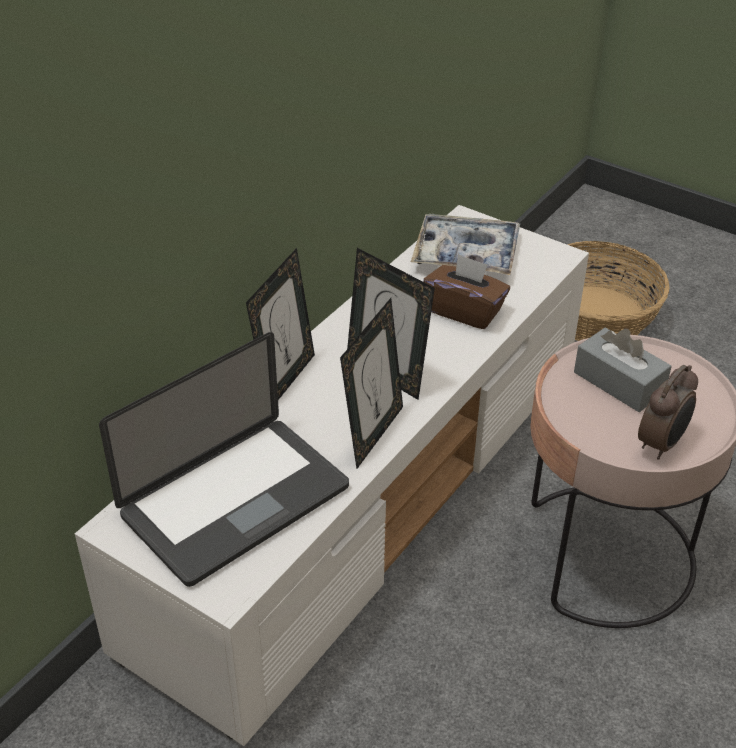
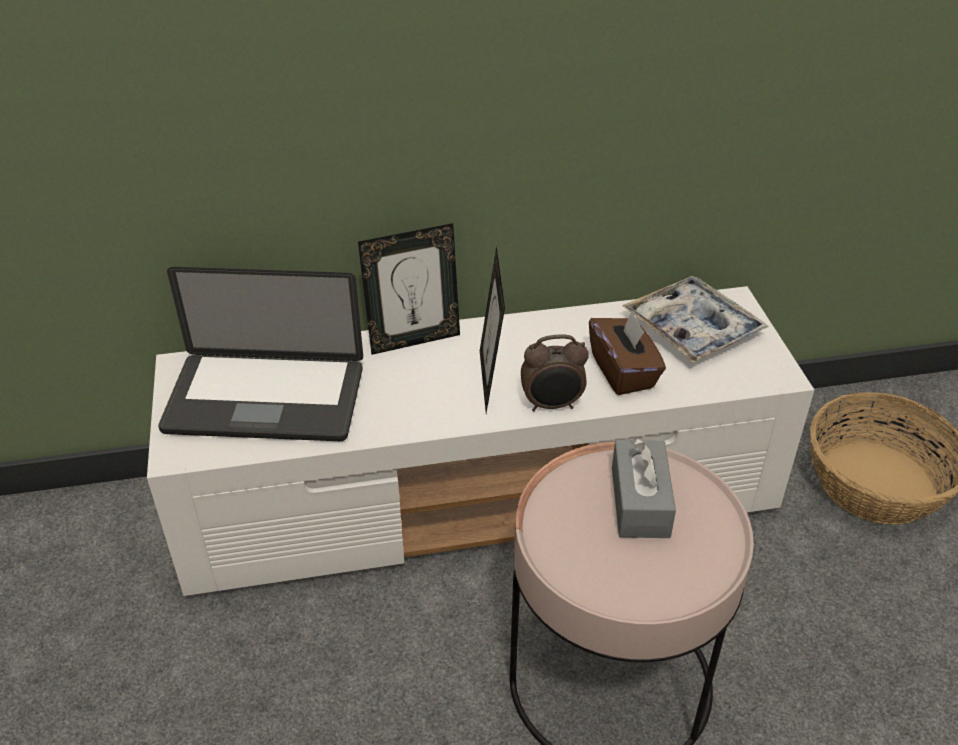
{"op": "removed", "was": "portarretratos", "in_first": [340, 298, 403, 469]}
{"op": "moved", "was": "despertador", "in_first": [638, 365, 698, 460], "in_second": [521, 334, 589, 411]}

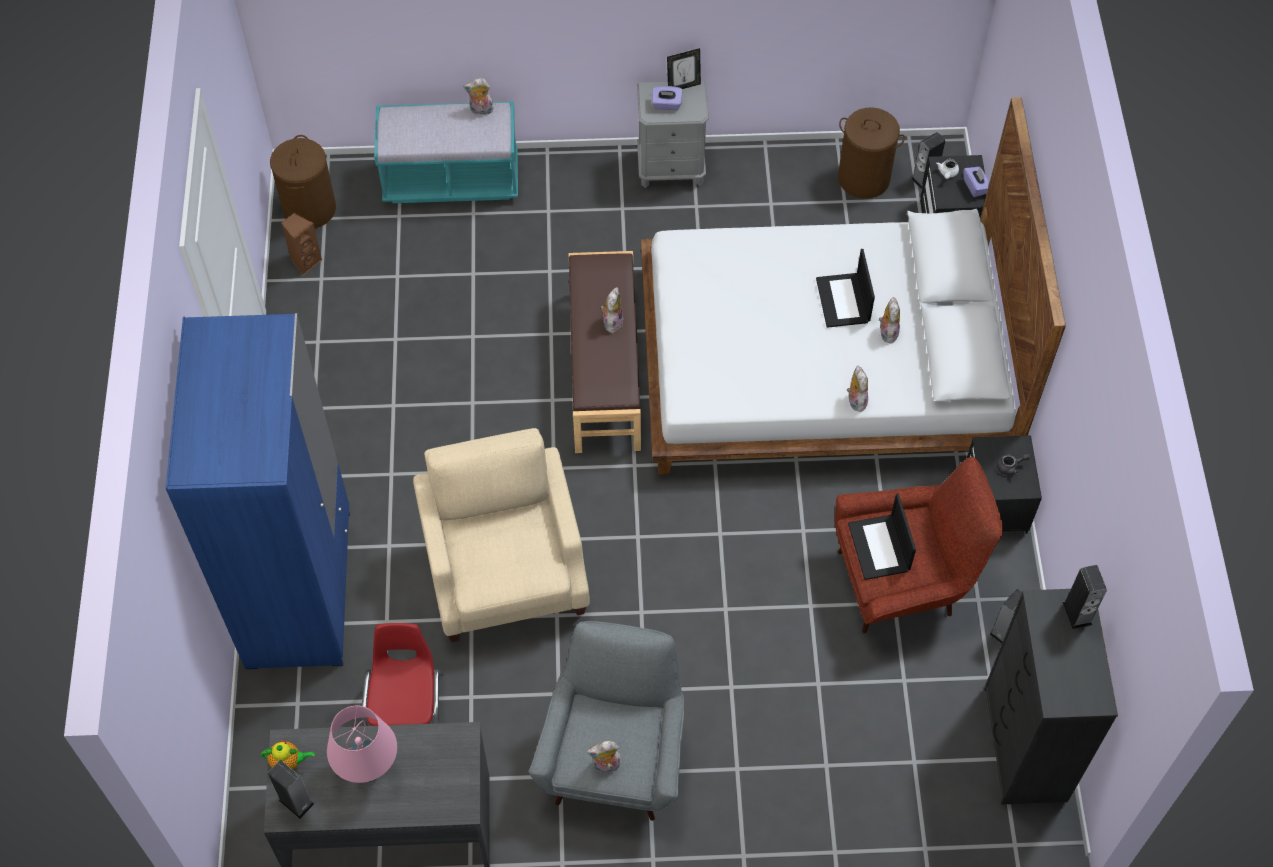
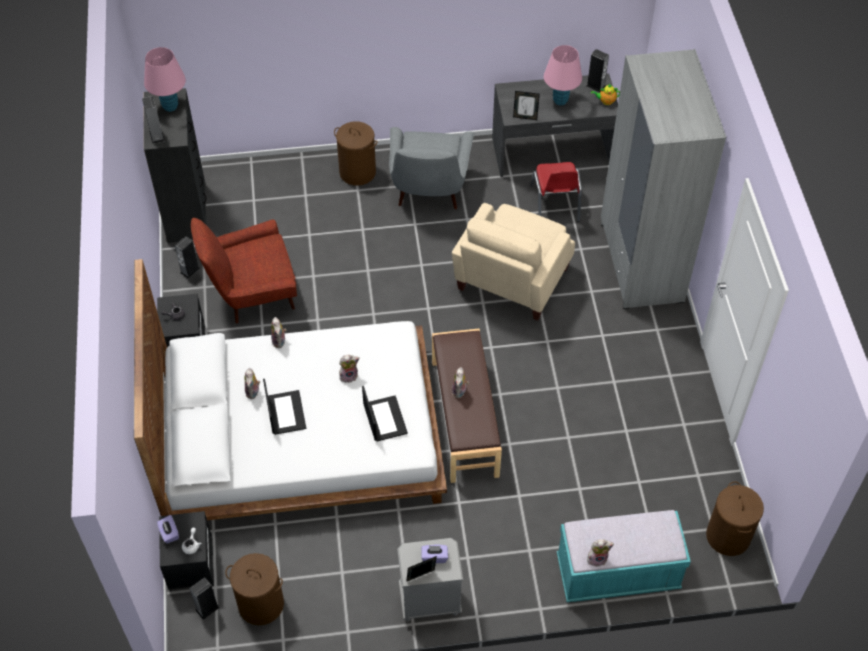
{"op": "recoloured", "was": "armario ropero [azul]", "now": "armario ropero [gris]", "in_first": [166, 313, 350, 669], "in_second": [601, 49, 726, 309]}
{"op": "removed", "was": "altavoz [marrón]", "in_first": [281, 213, 322, 275]}
{"op": "turned", "was": "sillón [beis]", "in_first": [413, 428, 590, 642], "in_second": [452, 203, 575, 321], "clockwise": 45}
{"op": "moved", "was": "peluche", "in_first": [587, 740, 621, 773], "in_second": [339, 355, 360, 383]}
{"op": "moved", "was": "portátil", "in_first": [848, 494, 916, 580], "in_second": [362, 386, 408, 441]}
{"op": "added", "now": "lámpara de mesa [rosa]", "in_second": [144, 47, 186, 112]}
{"op": "added", "now": "cesto de la ropa [marrón]", "in_second": [334, 121, 378, 186]}
{"op": "added", "now": "portarretratos", "in_second": [513, 91, 540, 120]}

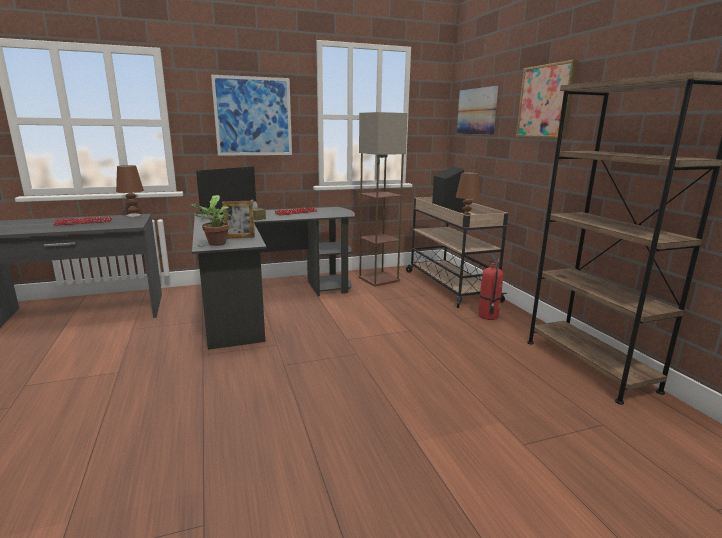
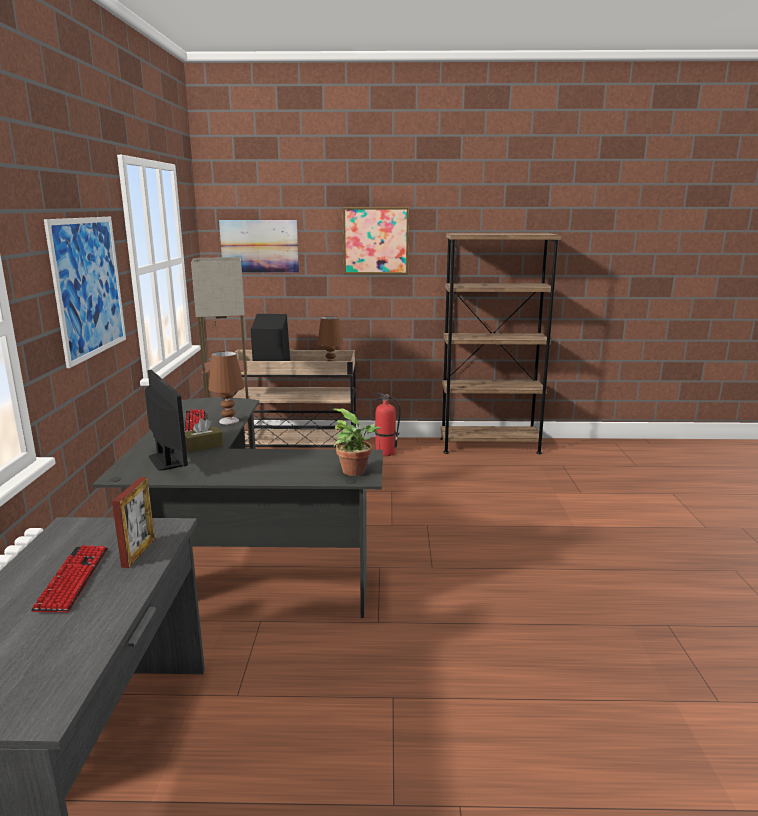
{"op": "moved", "was": "lámpara de mesa [marrón]", "in_first": [116, 165, 144, 217], "in_second": [208, 351, 244, 424]}
{"op": "moved", "was": "portarretratos", "in_first": [222, 201, 255, 239], "in_second": [112, 477, 155, 568]}

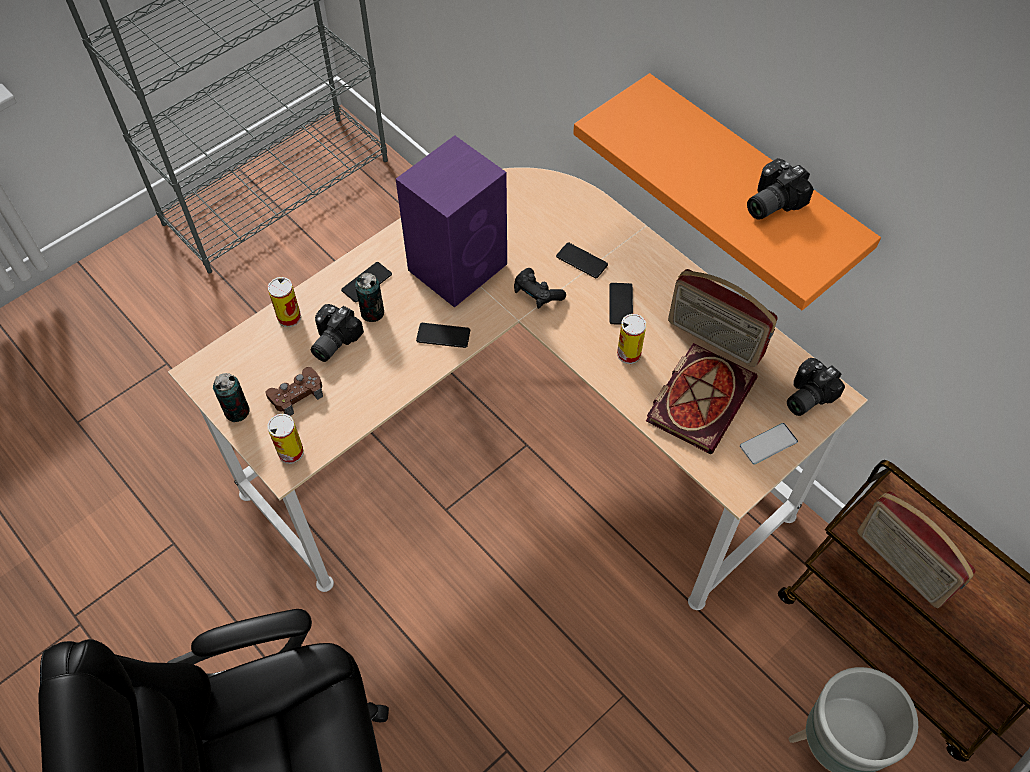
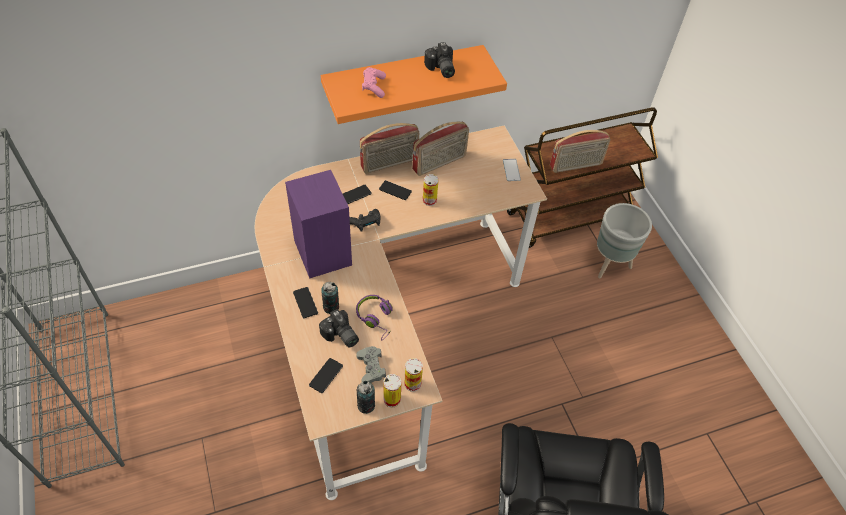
{"op": "recoloured", "was": "mando de consola [marrón]", "now": "mando de consola [gris]", "in_first": [266, 367, 323, 416], "in_second": [356, 346, 386, 383]}
{"op": "moved", "was": "lata", "in_first": [268, 277, 301, 327], "in_second": [383, 374, 402, 407]}
{"op": "moved", "was": "móvil", "in_first": [416, 323, 470, 348], "in_second": [309, 358, 343, 393]}
{"op": "removed", "was": "libro", "in_first": [646, 343, 758, 454]}
{"op": "removed", "was": "cámara", "in_first": [787, 358, 845, 416]}
{"op": "added", "now": "auriculares [morado]", "in_second": [356, 295, 393, 340]}
{"op": "added", "now": "radio", "in_second": [360, 123, 419, 174]}
{"op": "added", "now": "mando de consola [rosa]", "in_second": [362, 67, 386, 98]}

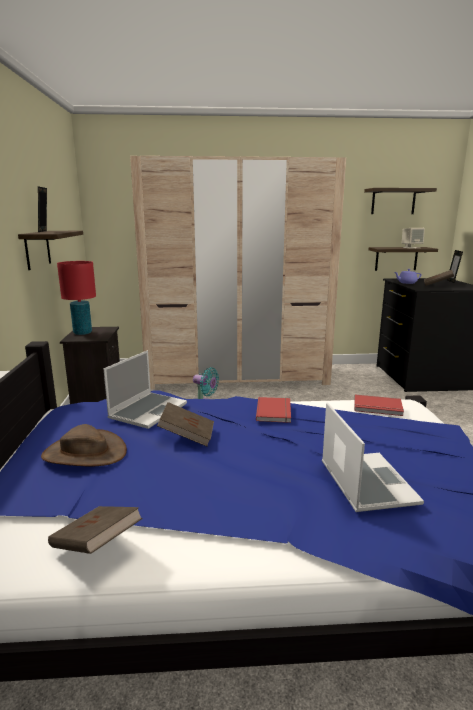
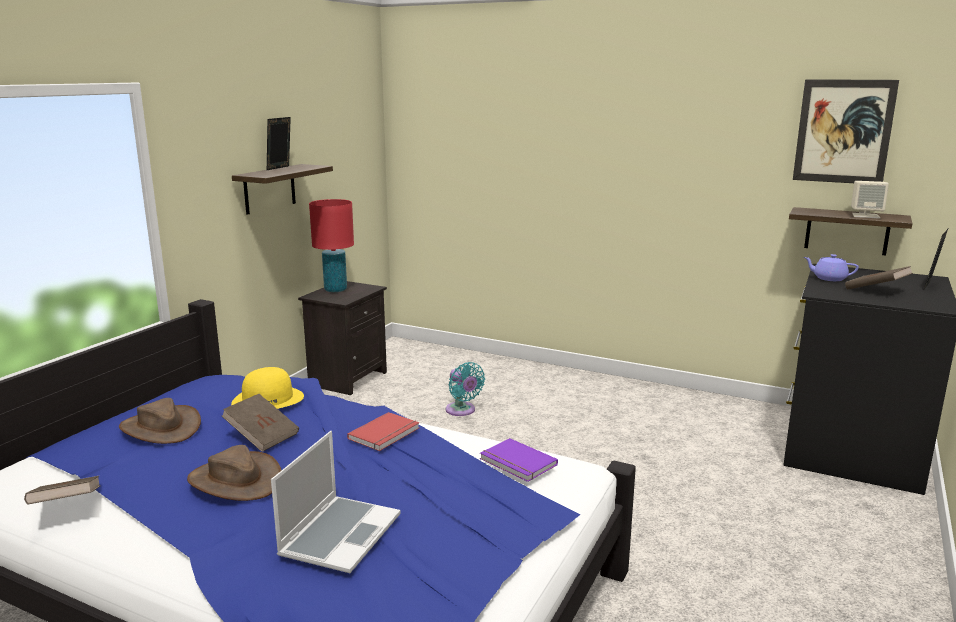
{"op": "replaced", "was": "portátil", "now": "sombrero [amarillo]", "in_first": [103, 350, 187, 429], "in_second": [231, 367, 304, 409]}
{"op": "removed", "was": "armario ropero [beis]", "in_first": [130, 156, 346, 389]}
{"op": "recoloured", "was": "libro [rojo]", "now": "libro [morado]", "in_first": [354, 395, 404, 416], "in_second": [480, 438, 558, 482]}
{"op": "replaced", "was": "estante", "now": "cuadro", "in_first": [364, 188, 437, 214], "in_second": [793, 79, 899, 183]}
{"op": "added", "now": "sombrero [marrón]", "in_second": [187, 445, 282, 501]}

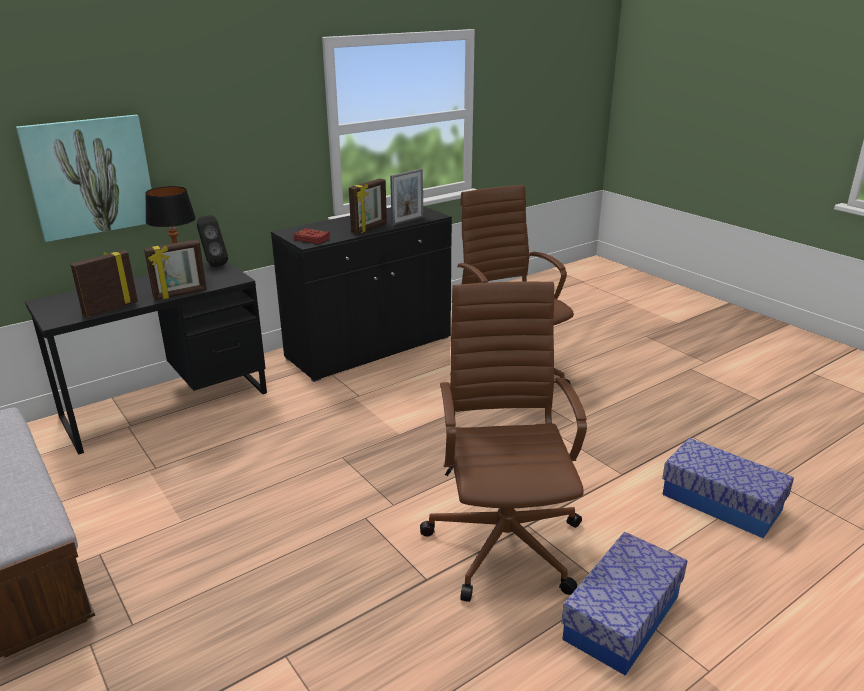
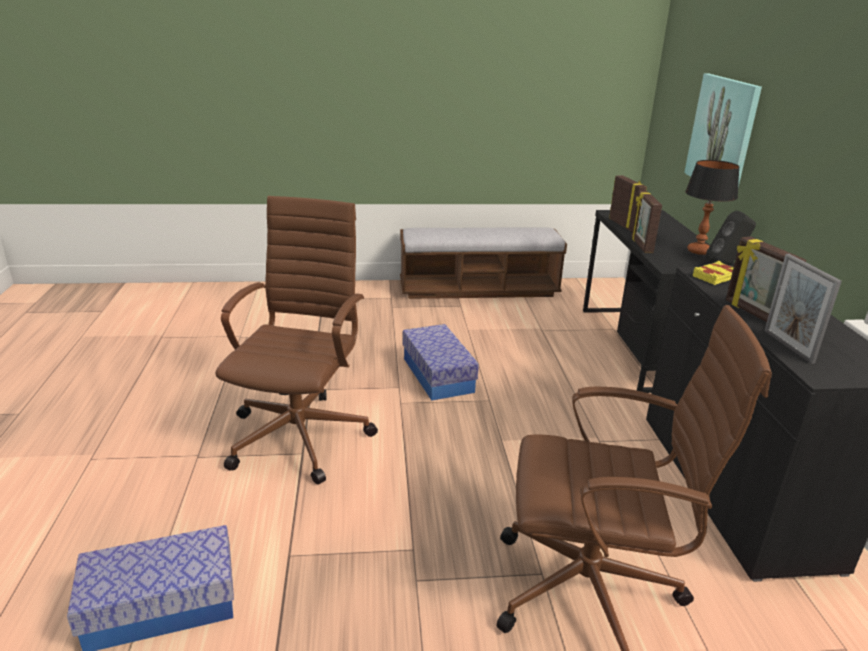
{"op": "recoloured", "was": "libro [rojo]", "now": "libro [amarillo]", "in_first": [294, 228, 330, 244], "in_second": [693, 261, 734, 285]}
{"op": "turned", "was": "silla de oficina [marrón]", "in_first": [420, 281, 587, 602], "in_second": [216, 196, 378, 484], "clockwise": -105}
{"op": "moved", "was": "caja de almacenaje", "in_first": [561, 532, 687, 676], "in_second": [403, 324, 479, 401]}

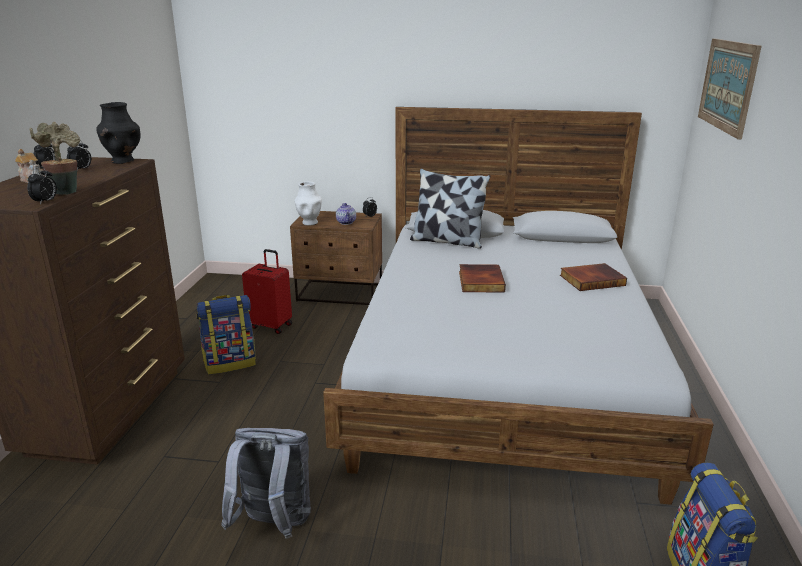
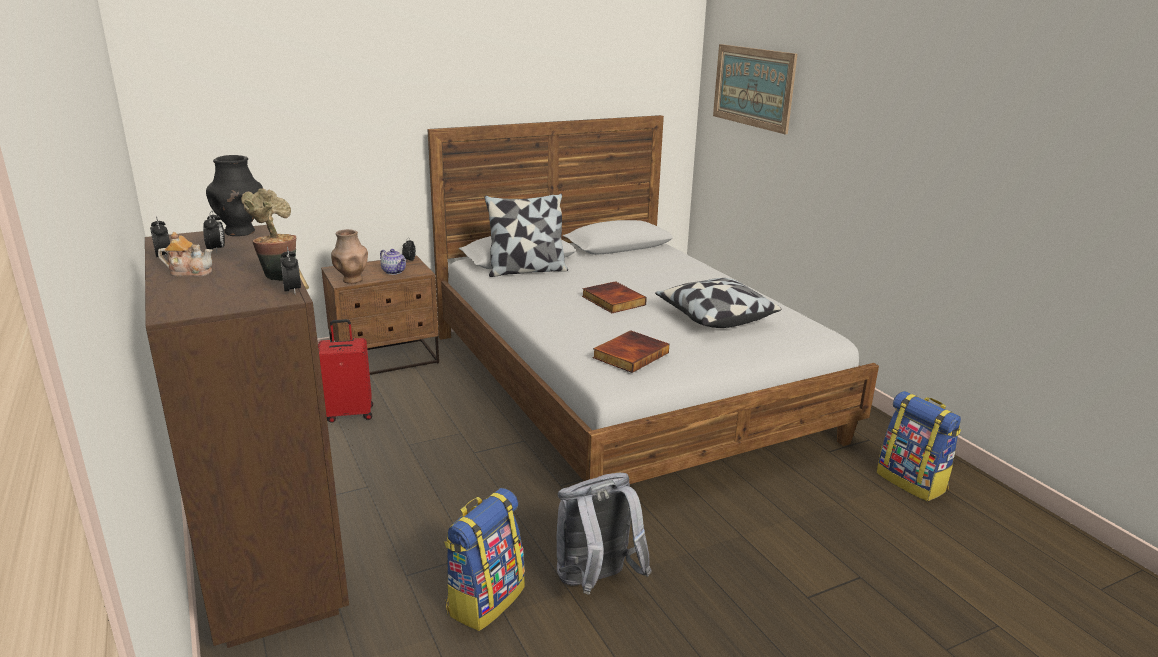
{"op": "moved", "was": "mochila", "in_first": [196, 295, 256, 374], "in_second": [444, 488, 525, 631]}
{"op": "recoloured", "was": "florero [blanco]", "now": "florero [marrón]", "in_first": [294, 181, 322, 226], "in_second": [331, 229, 368, 284]}
{"op": "moved", "was": "libro", "in_first": [560, 263, 627, 291], "in_second": [593, 330, 669, 373]}
{"op": "added", "now": "cojín", "in_second": [655, 278, 782, 328]}

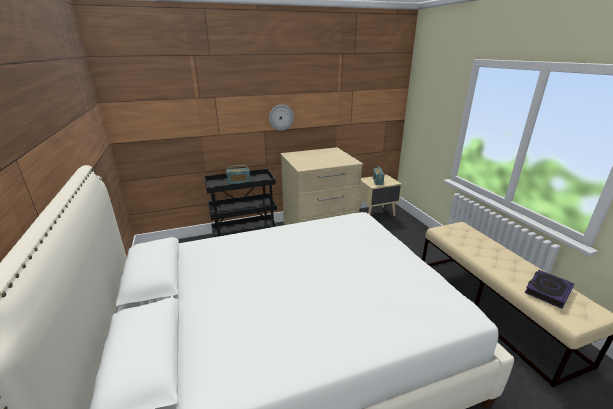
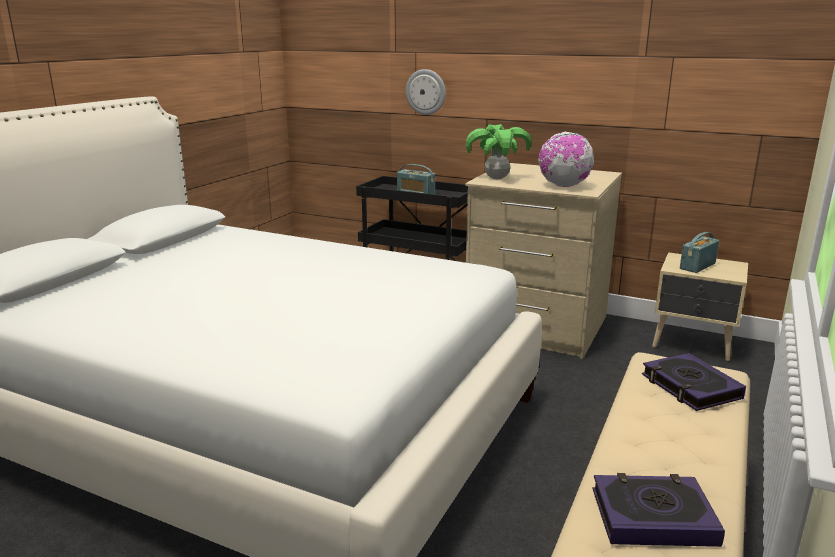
{"op": "moved", "was": "reloj de pared", "in_first": [269, 105, 294, 131], "in_second": [406, 69, 446, 115]}
{"op": "added", "now": "planta en maceta", "in_second": [466, 124, 532, 179]}
{"op": "added", "now": "globo terráqueo", "in_second": [538, 132, 594, 187]}
{"op": "added", "now": "libro", "in_second": [642, 353, 746, 411]}

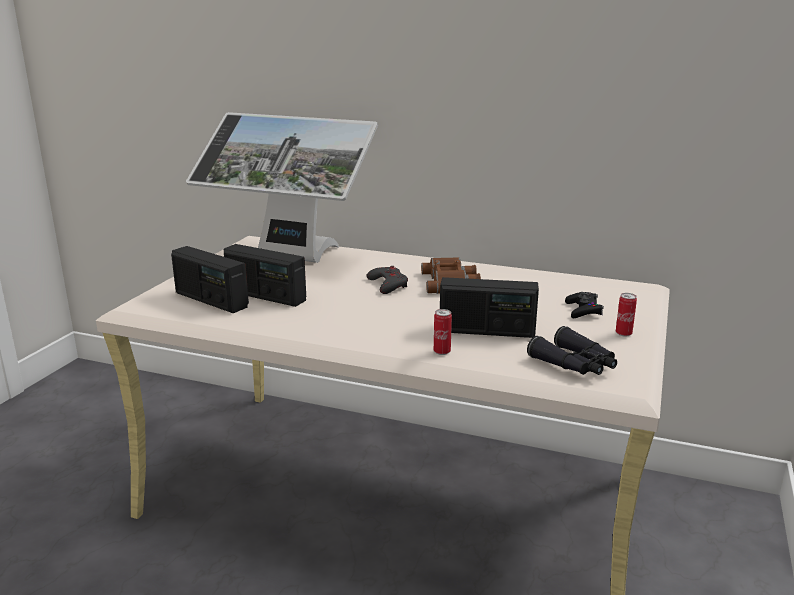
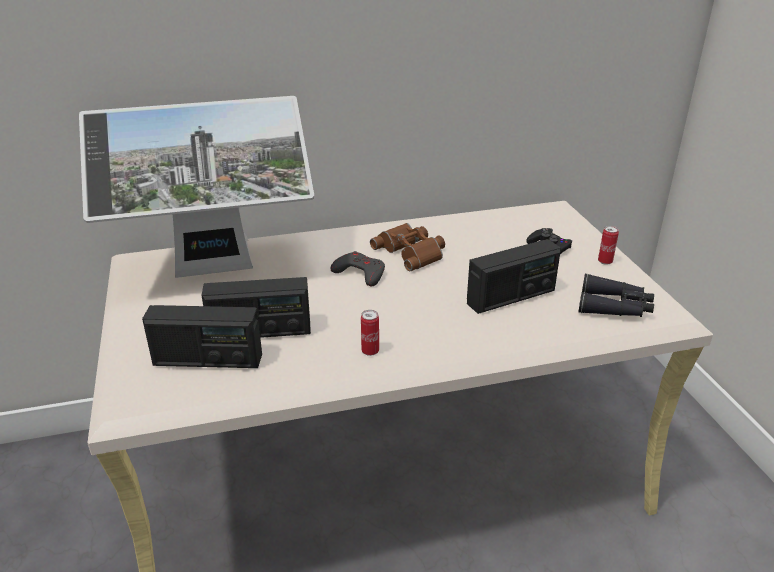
{"op": "moved", "was": "lata", "in_first": [434, 309, 452, 355], "in_second": [361, 310, 379, 356]}

